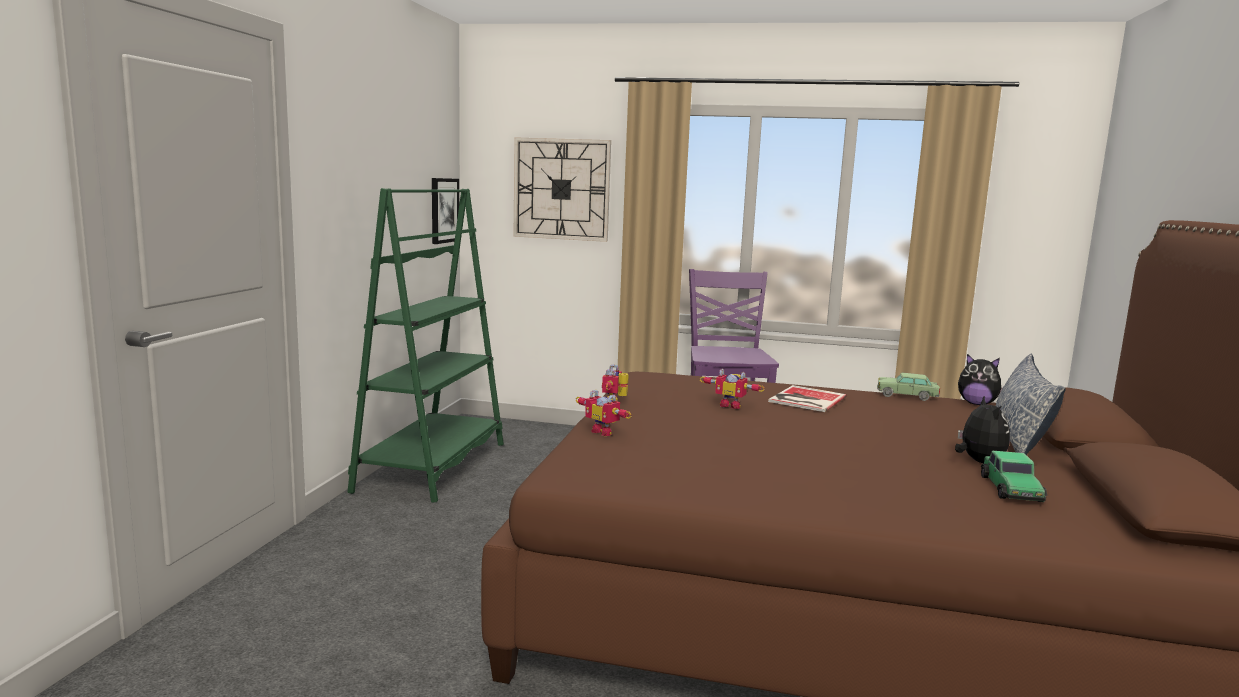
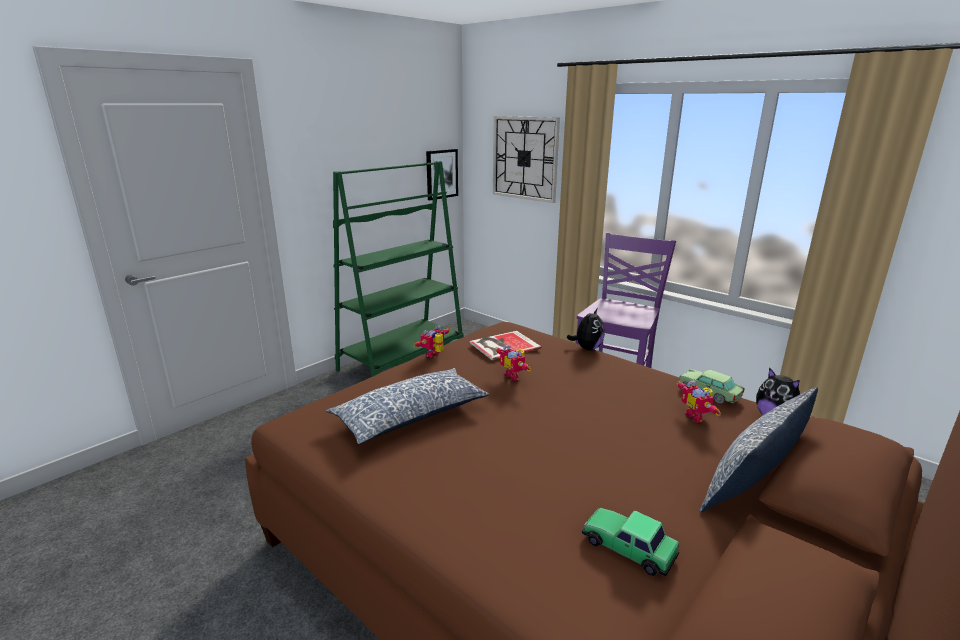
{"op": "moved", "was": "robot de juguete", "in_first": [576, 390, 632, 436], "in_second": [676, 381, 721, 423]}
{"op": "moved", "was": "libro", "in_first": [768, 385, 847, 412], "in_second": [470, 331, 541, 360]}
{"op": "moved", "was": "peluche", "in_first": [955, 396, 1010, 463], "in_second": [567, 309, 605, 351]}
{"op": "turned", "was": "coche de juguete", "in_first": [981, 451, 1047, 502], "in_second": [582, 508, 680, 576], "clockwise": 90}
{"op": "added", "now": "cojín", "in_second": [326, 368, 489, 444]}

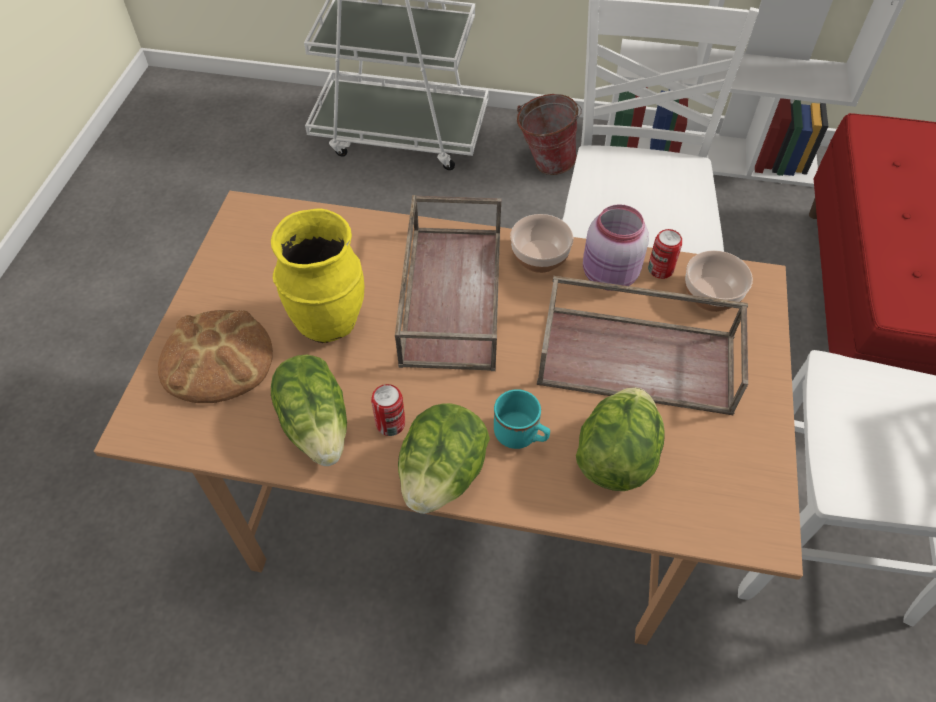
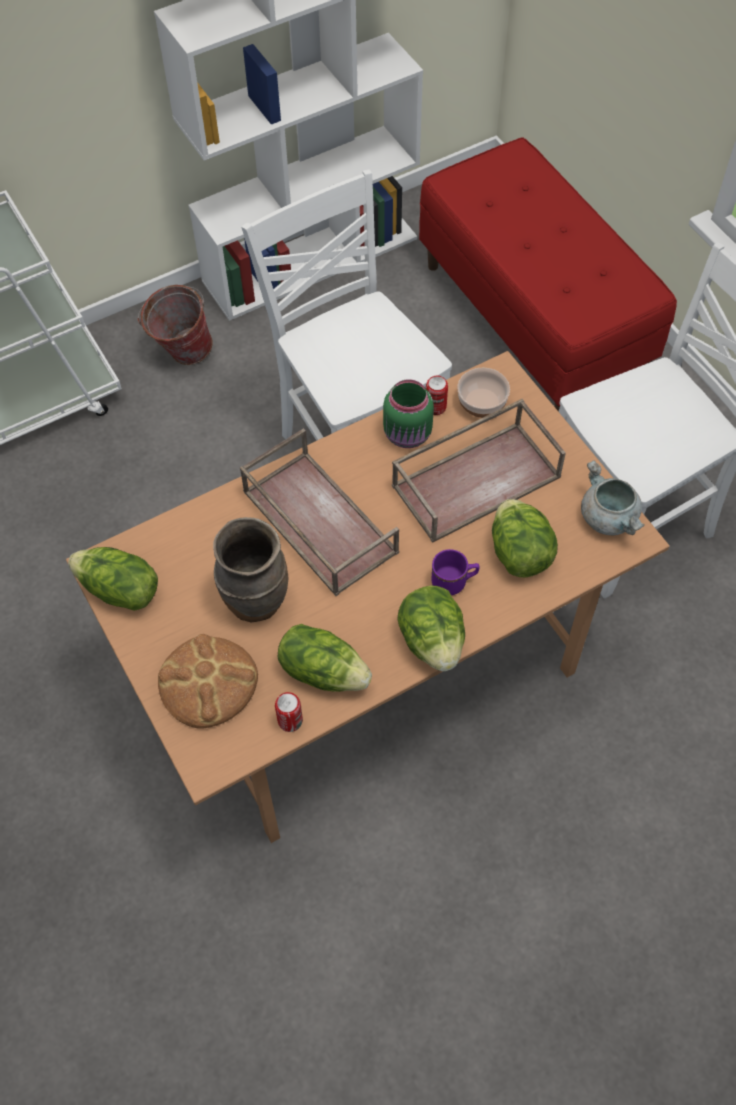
{"op": "recoloured", "was": "florero [amarillo]", "now": "florero [marrón]", "in_first": [271, 209, 364, 343], "in_second": [213, 517, 288, 622]}
{"op": "moved", "was": "lata", "in_first": [371, 384, 405, 436], "in_second": [275, 692, 303, 732]}
{"op": "recoloured", "was": "taza grande [turquesa]", "now": "taza grande [morado]", "in_first": [494, 389, 550, 449], "in_second": [431, 549, 479, 595]}
{"op": "removed", "was": "cuenco", "in_first": [510, 214, 573, 273]}
{"op": "recoloured", "was": "tarro [rosa]", "now": "tarro [verde]", "in_first": [583, 204, 649, 291], "in_second": [383, 379, 434, 448]}
{"op": "added", "now": "lechuga", "in_second": [68, 547, 158, 611]}
{"op": "added", "now": "olla [gris]", "in_second": [581, 461, 645, 535]}

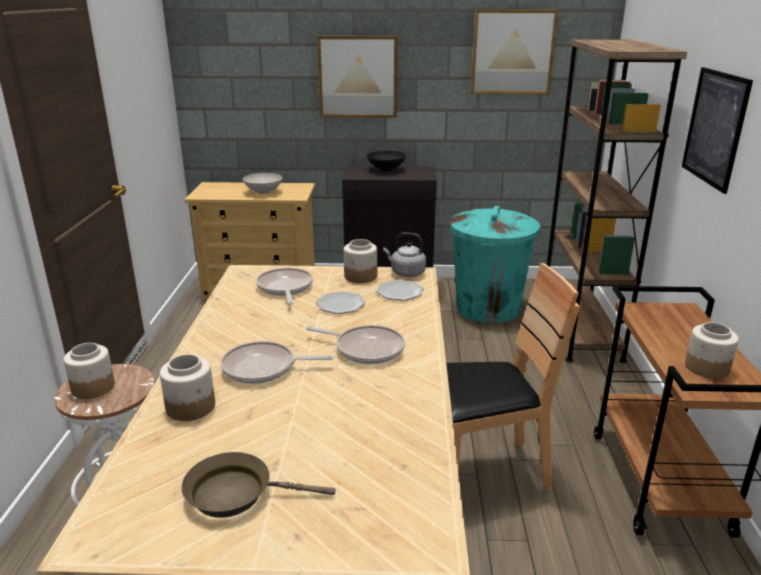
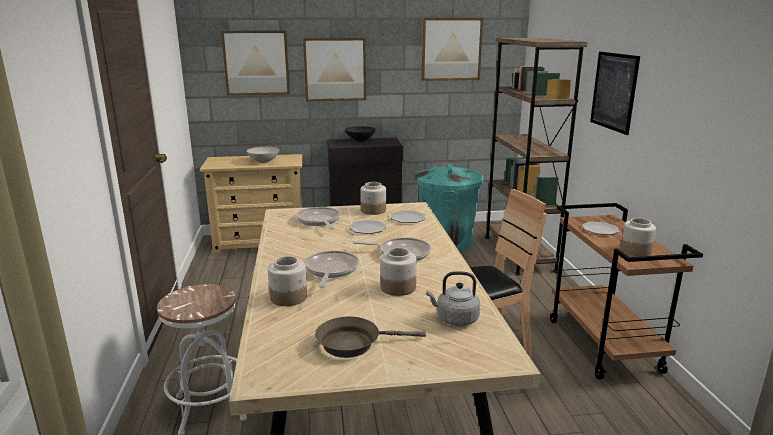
{"op": "moved", "was": "tarro", "in_first": [64, 343, 115, 399], "in_second": [380, 248, 417, 296]}
{"op": "turned", "was": "sartén", "in_first": [220, 341, 333, 384], "in_second": [305, 250, 359, 288], "clockwise": 105}
{"op": "moved", "was": "hervidor [gris]", "in_first": [383, 232, 426, 277], "in_second": [426, 271, 480, 326]}
{"op": "added", "now": "cuadro", "in_second": [221, 30, 290, 96]}
{"op": "added", "now": "plato", "in_second": [582, 222, 620, 235]}

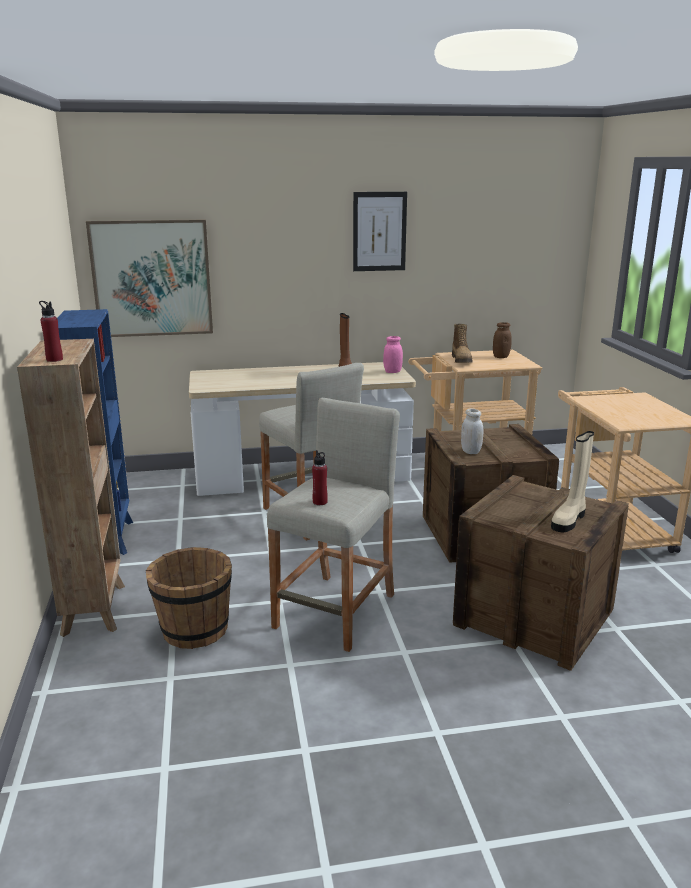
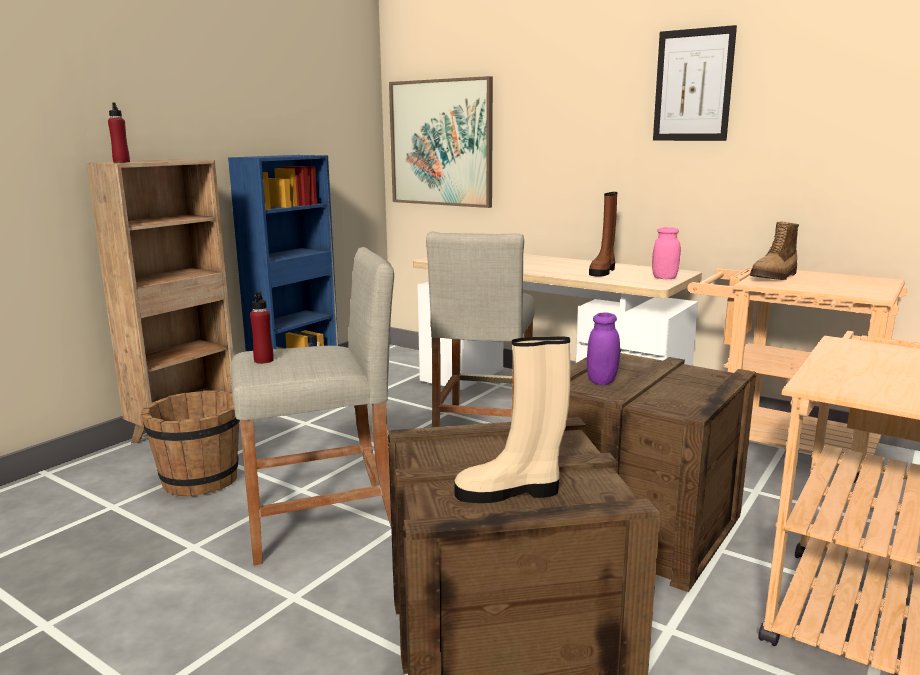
{"op": "recoloured", "was": "tarro [blanco]", "now": "tarro [morado]", "in_first": [461, 409, 483, 454], "in_second": [587, 313, 620, 385]}
{"op": "removed", "was": "tarro [marrón]", "in_first": [493, 322, 512, 358]}

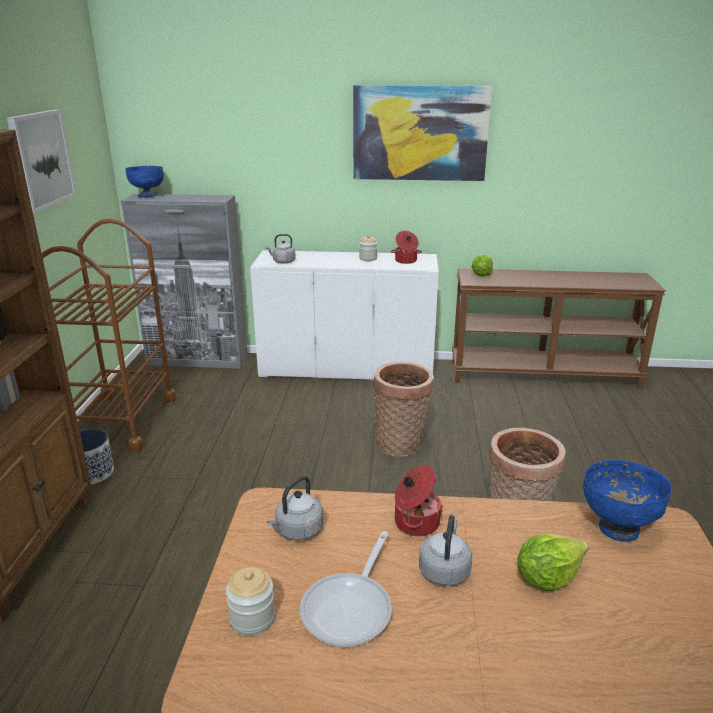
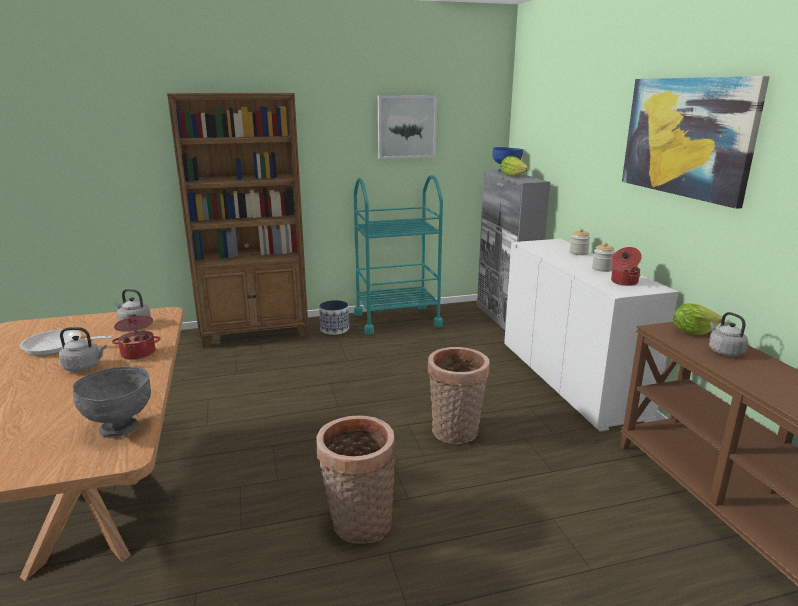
{"op": "recoloured", "was": "carrito [marrón]", "now": "carrito [turquesa]", "in_first": [42, 219, 176, 452], "in_second": [354, 175, 443, 335]}
{"op": "moved", "was": "tarro", "in_first": [226, 566, 275, 636], "in_second": [570, 229, 590, 255]}
{"op": "moved", "was": "hervidor [gris]", "in_first": [266, 234, 296, 264], "in_second": [709, 312, 748, 356]}
{"op": "moved", "was": "lechuga", "in_first": [517, 534, 588, 591], "in_second": [500, 156, 529, 177]}
{"op": "recoloured", "was": "cuenco [azul]", "now": "cuenco [gris]", "in_first": [583, 460, 672, 542], "in_second": [72, 366, 151, 437]}

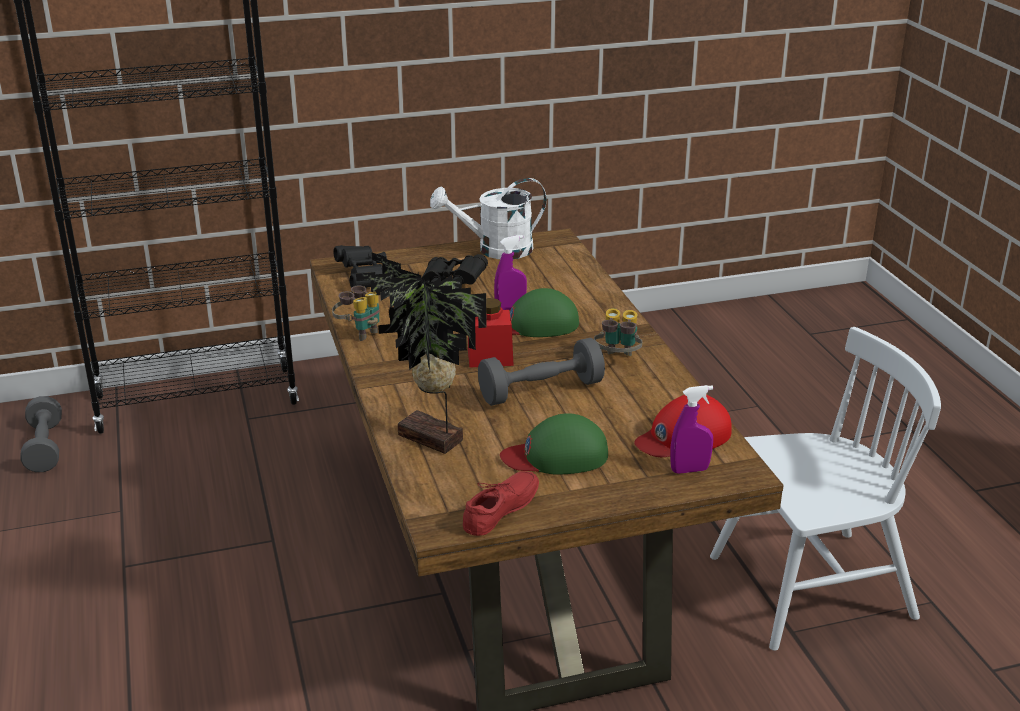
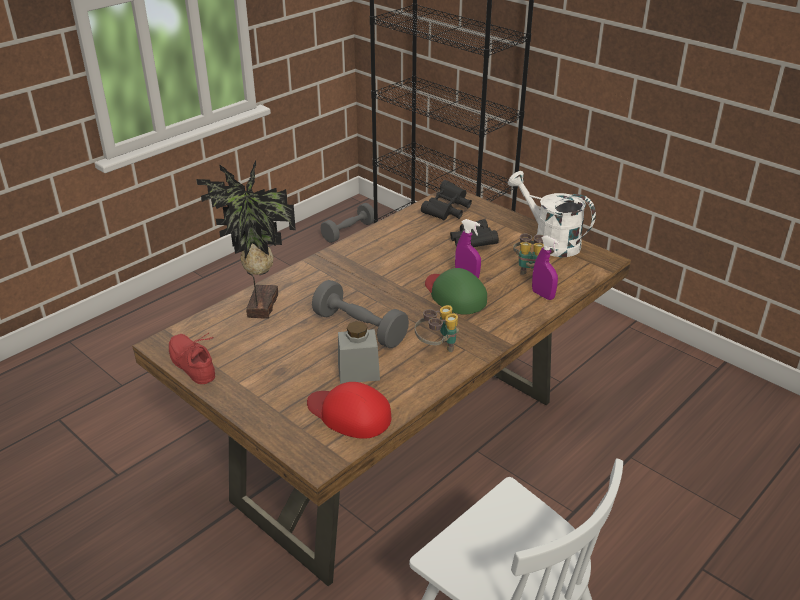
{"op": "moved", "was": "prismáticos", "in_first": [332, 286, 380, 341], "in_second": [513, 234, 544, 275]}
{"op": "turned", "was": "zapato [rojo]", "in_first": [463, 471, 539, 536], "in_second": [169, 333, 215, 384], "clockwise": -135}
{"op": "removed", "was": "tarro [rojo]", "in_first": [468, 298, 514, 368]}
{"op": "removed", "was": "gorra [verde]", "in_first": [500, 413, 608, 474]}
{"op": "moved", "was": "pulverizador [morado]", "in_first": [670, 385, 713, 474], "in_second": [532, 235, 559, 300]}
{"op": "added", "now": "tarro [gris]", "in_second": [338, 321, 380, 384]}

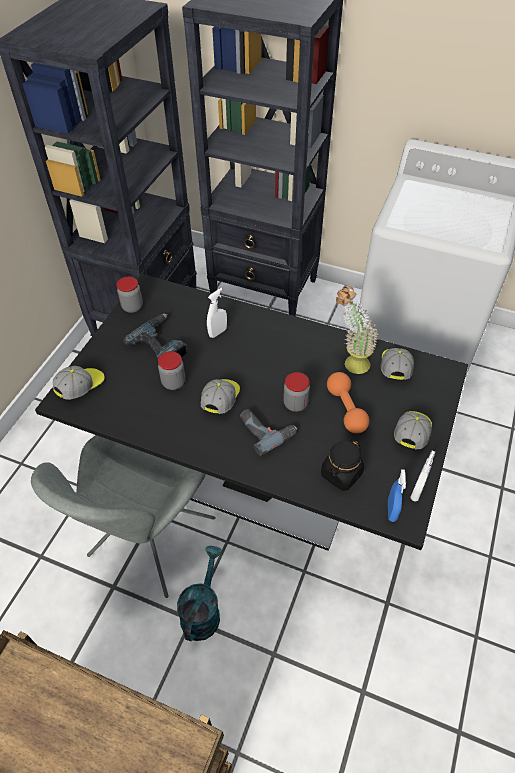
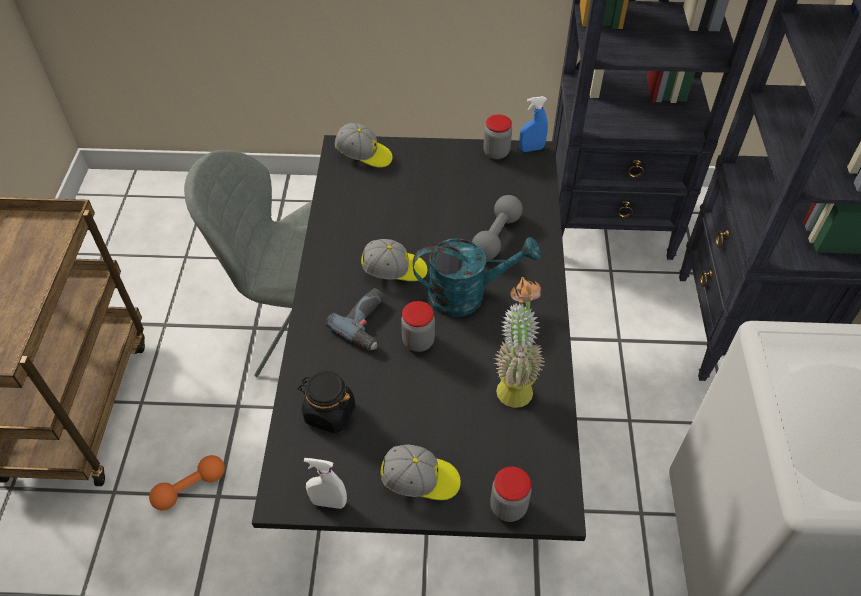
{"op": "removed", "was": "taladro", "in_first": [124, 314, 187, 359]}
{"op": "moved", "was": "tarro", "in_first": [158, 351, 185, 390], "in_second": [490, 467, 531, 522]}
{"op": "moved", "was": "regadera [turquesa]", "in_first": [177, 546, 223, 641], "in_second": [413, 237, 541, 317]}
{"op": "replaced", "was": "pulverizador [blanco]", "now": "mancuerna [gris]", "in_first": [207, 288, 227, 338], "in_second": [472, 195, 523, 260]}
{"op": "moved", "was": "mancuerna [naranja]", "in_first": [327, 372, 369, 434], "in_second": [149, 455, 225, 510]}
{"op": "removed", "was": "gorra", "in_first": [381, 348, 414, 380]}
{"op": "moved", "was": "pulverizador [azul]", "in_first": [388, 469, 406, 522], "in_second": [519, 96, 548, 152]}

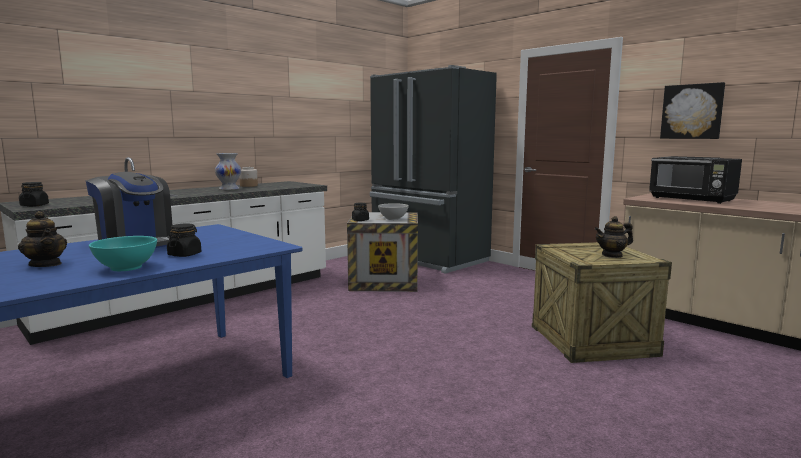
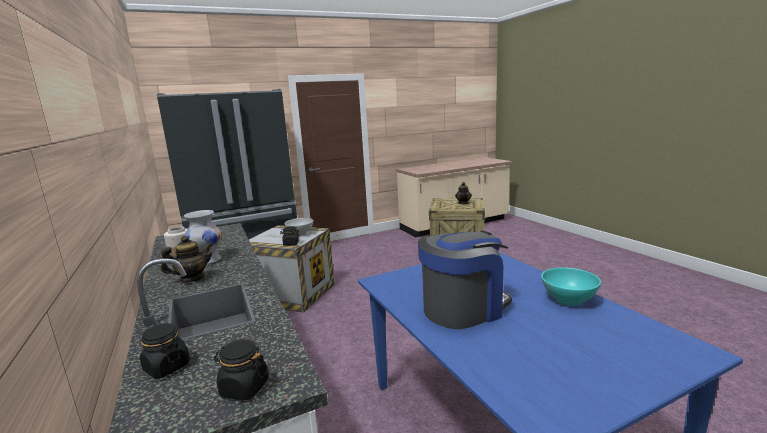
{"op": "moved", "was": "tetera", "in_first": [18, 211, 67, 267], "in_second": [161, 236, 213, 283]}
{"op": "moved", "was": "tarro [negro]", "in_first": [167, 224, 201, 257], "in_second": [140, 323, 190, 379]}
{"op": "removed", "was": "microondas [negro]", "in_first": [649, 156, 742, 204]}
{"op": "removed", "was": "cuadro", "in_first": [660, 82, 725, 139]}

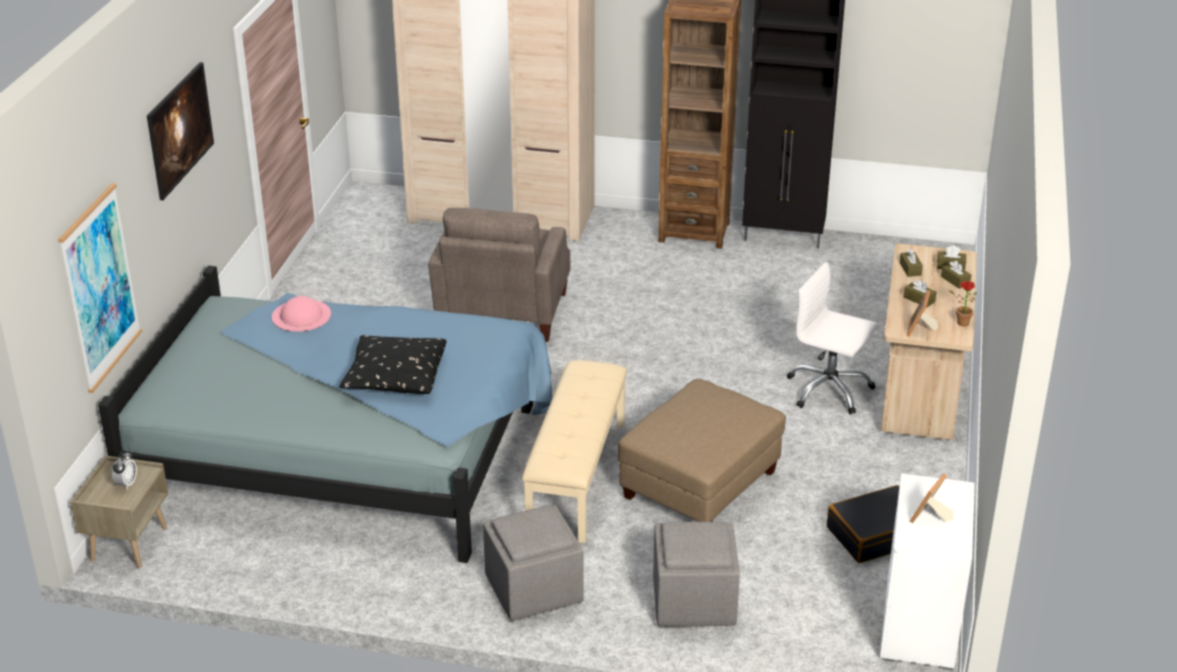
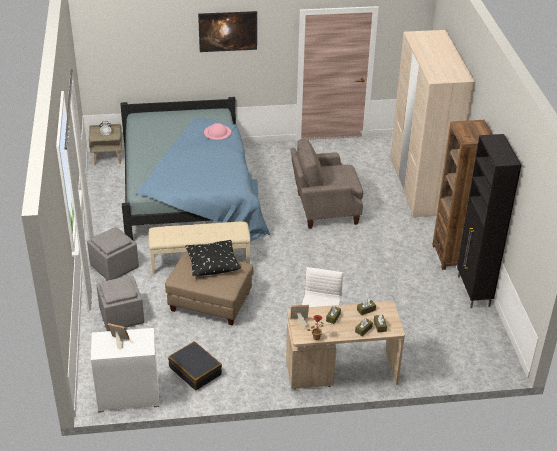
{"op": "removed", "was": "cuadro", "in_first": [58, 183, 142, 393]}
{"op": "moved", "was": "cojín [negro]", "in_first": [339, 335, 447, 394], "in_second": [185, 240, 241, 276]}

